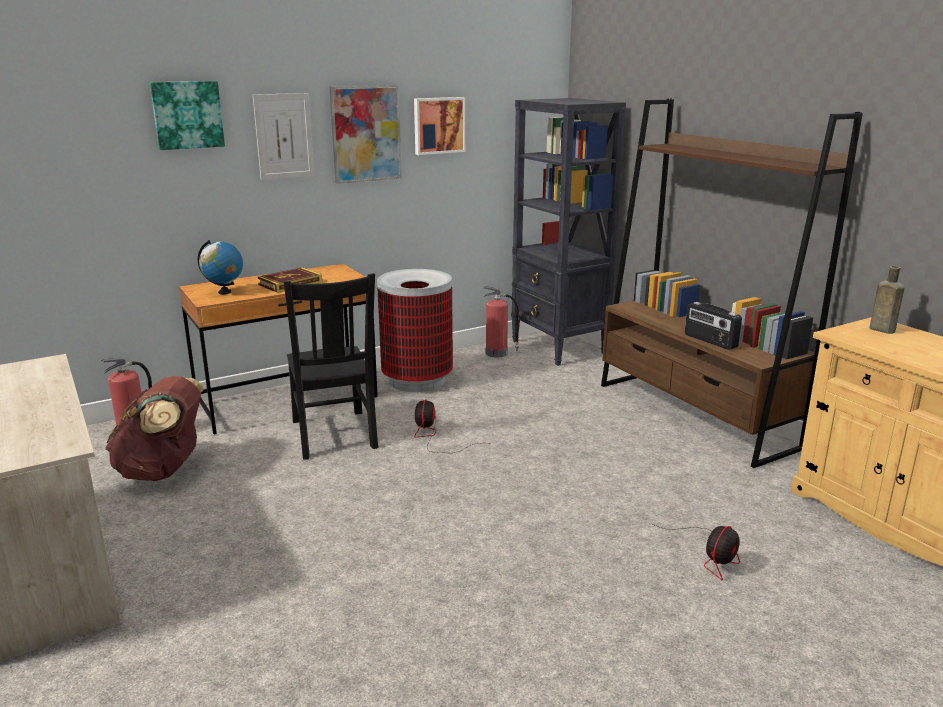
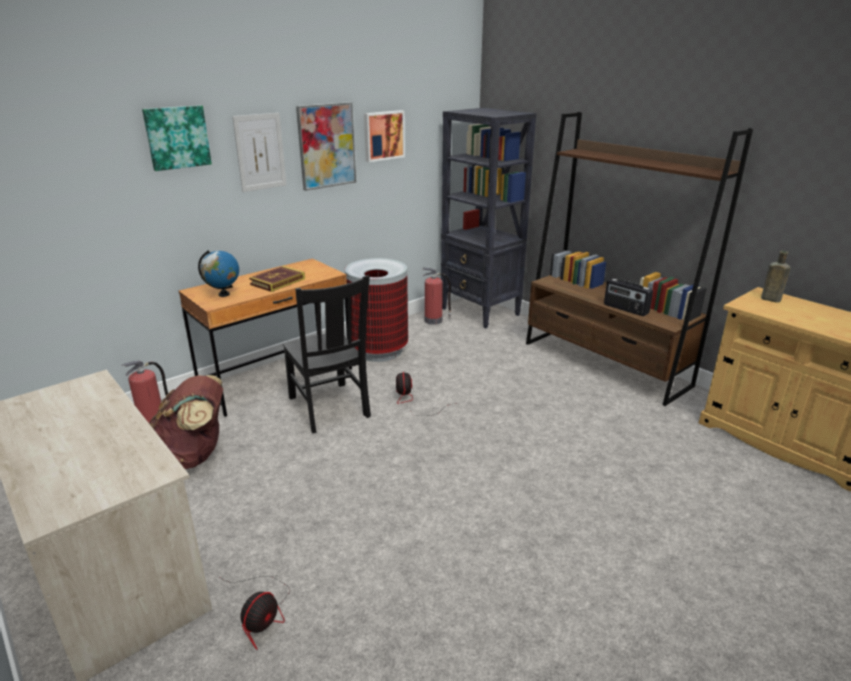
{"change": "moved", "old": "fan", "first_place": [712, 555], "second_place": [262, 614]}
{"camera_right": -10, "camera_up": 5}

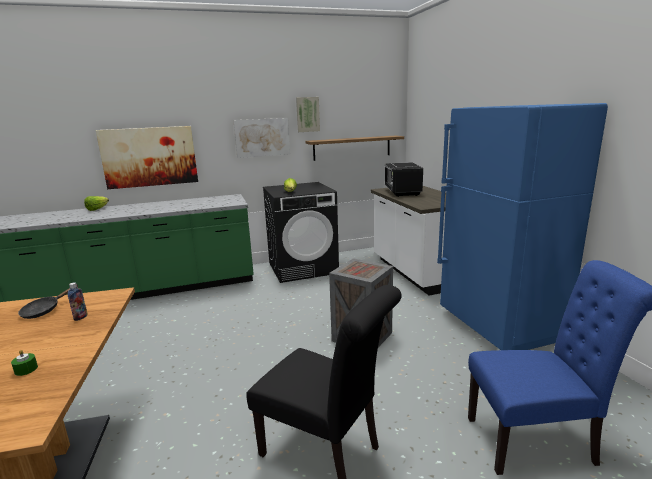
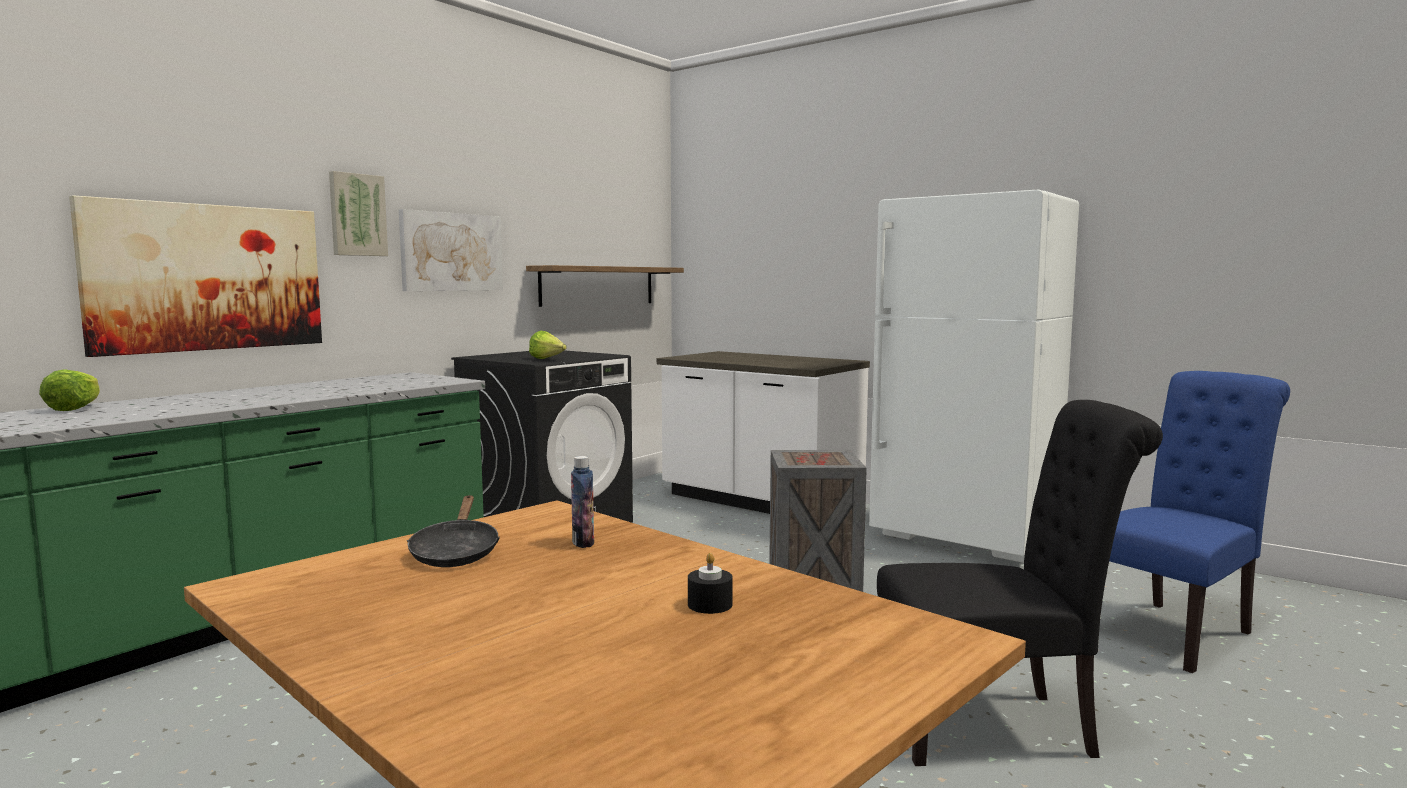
{"change": "moved", "old": "picture", "first_place": [307, 114], "second_place": [357, 215]}
{"change": "recoloured", "old": "blue fridge", "new": "white fridge", "first_place": [498, 326], "second_place": [964, 539]}
{"change": "removed", "old": "black microwave", "first_place": [402, 192]}
{"change": "recoloured", "old": "green candle", "new": "black candle", "first_place": [26, 369], "second_place": [710, 604]}
{"camera_right": -35, "camera_up": -10}

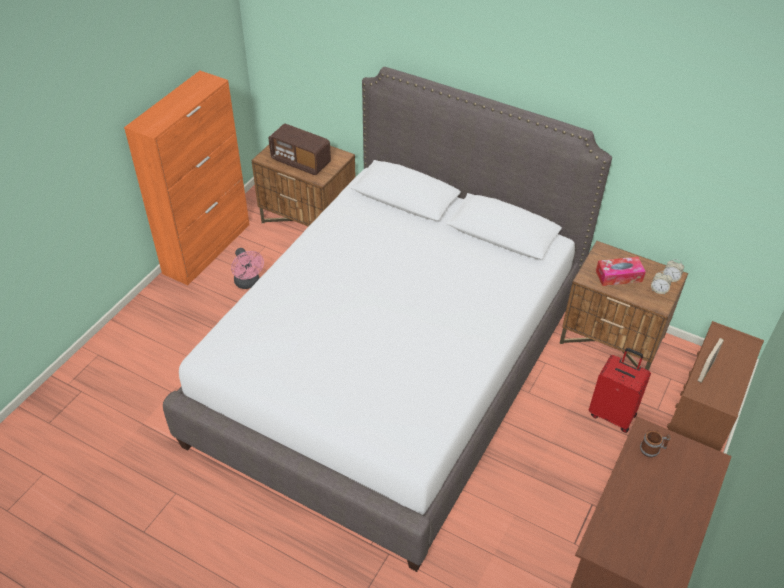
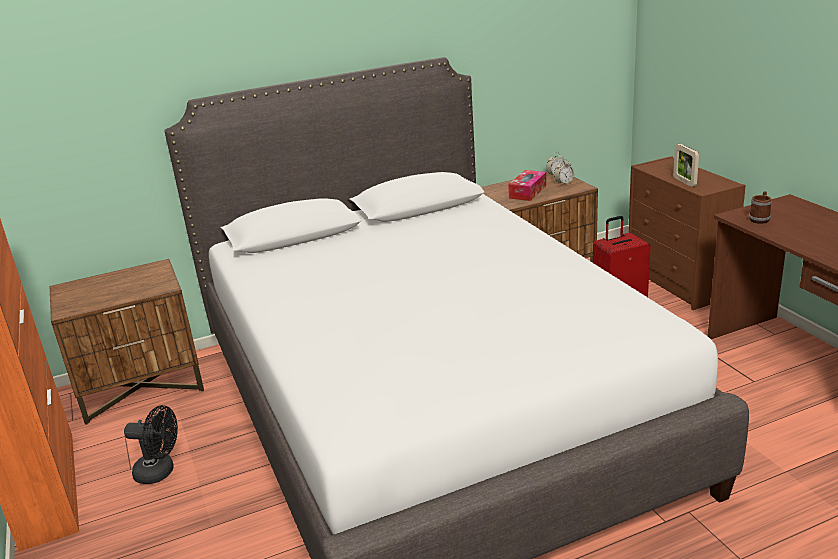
{"change": "removed", "old": "radio", "first_place": [301, 162]}
{"change": "recoloured", "old": "pink fan", "new": "black fan", "first_place": [248, 283], "second_place": [160, 472]}
{"camera_right": -50, "camera_up": -20}

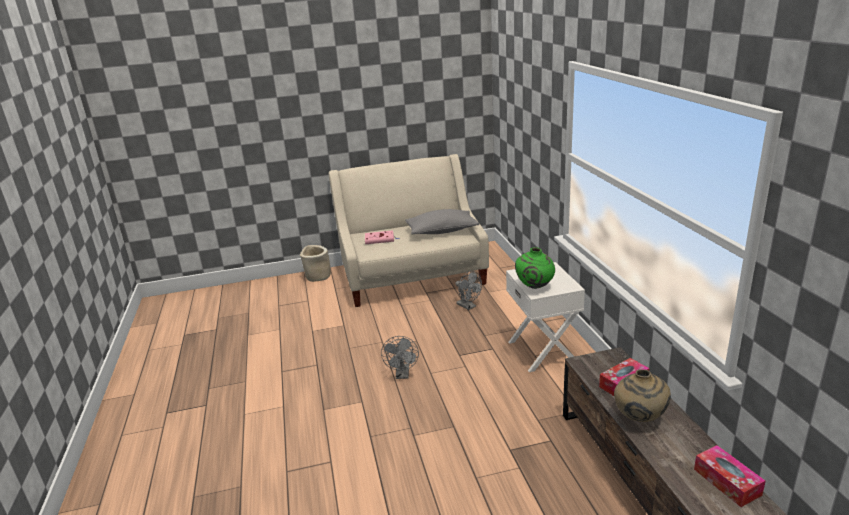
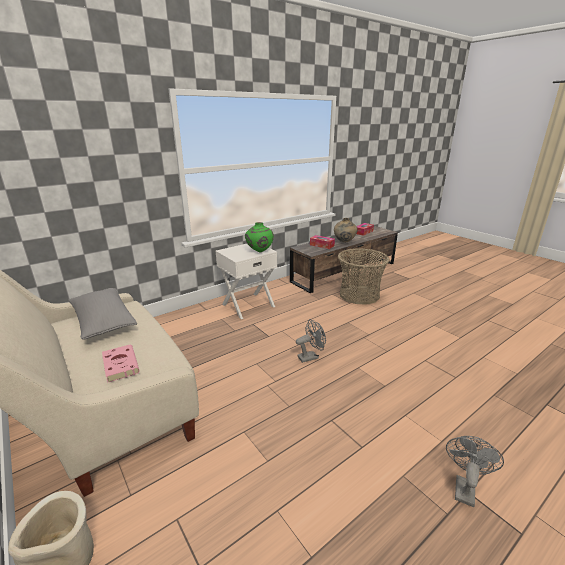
{"change": "moved", "old": "grey fan", "first_place": [468, 306], "second_place": [464, 486]}
{"change": "added", "new": "basket", "second_place": [359, 295]}
{"camera_right": -115, "camera_up": 0}

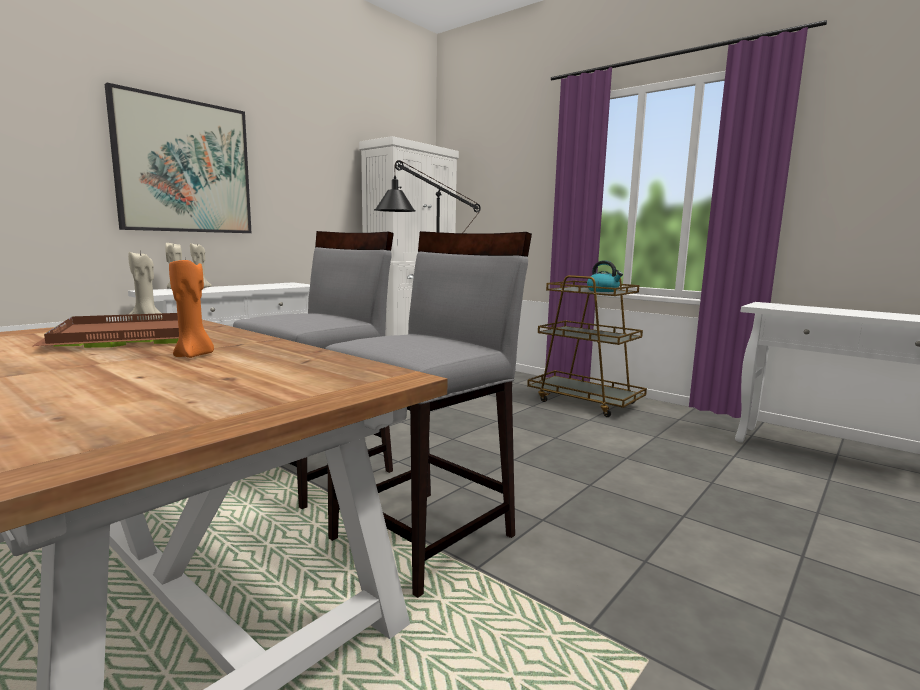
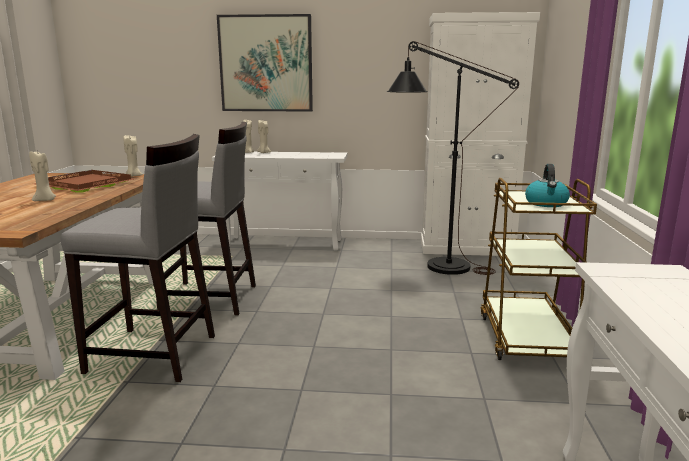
{"change": "recoloured", "old": "orange candle", "new": "beige candle", "first_place": [194, 356], "second_place": [45, 200]}
{"camera_right": 55, "camera_up": 5}

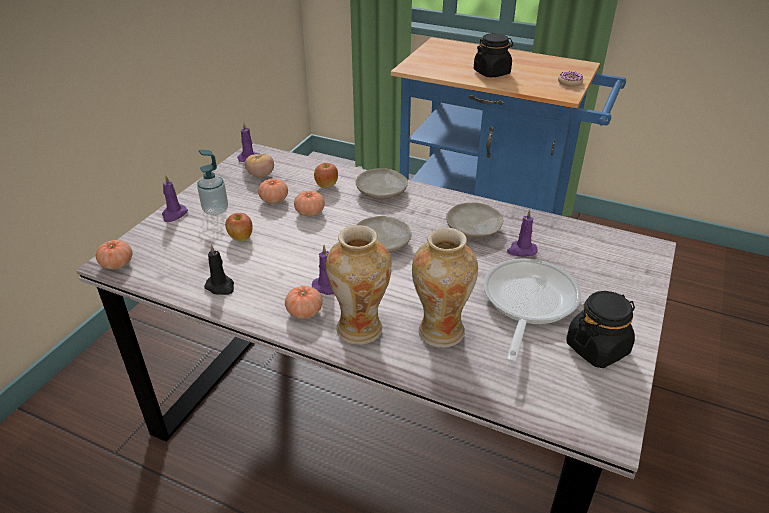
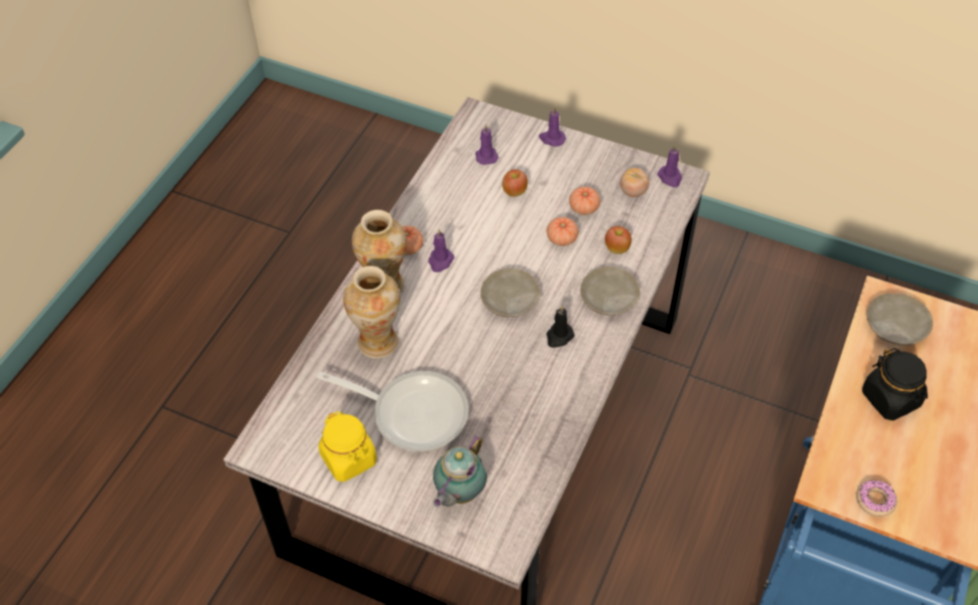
{"change": "removed", "old": "soap dispenser", "first_place": [215, 210]}
{"change": "moved", "old": "beige plate", "first_place": [473, 228], "second_place": [895, 326]}
{"change": "moved", "old": "purple candle", "first_place": [521, 250], "second_place": [486, 156]}
{"change": "removed", "old": "tomato", "first_place": [117, 264]}
{"change": "moved", "old": "black candle", "first_place": [221, 287], "second_place": [559, 336]}
{"change": "recoloured", "old": "black jar", "new": "yellow jar", "first_place": [597, 348], "second_place": [349, 459]}
{"change": "added", "new": "teapot", "second_place": [459, 493]}
{"camera_right": 90, "camera_up": 15}

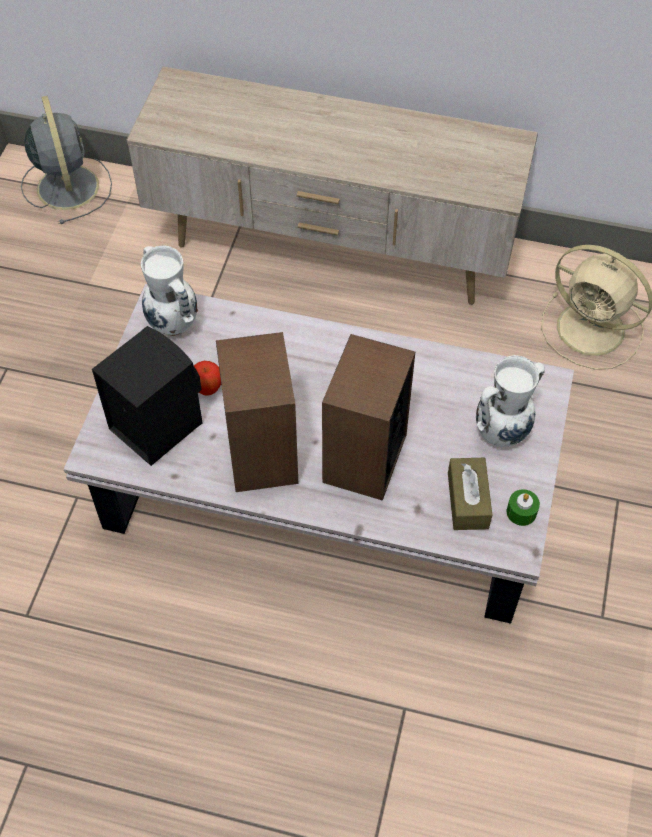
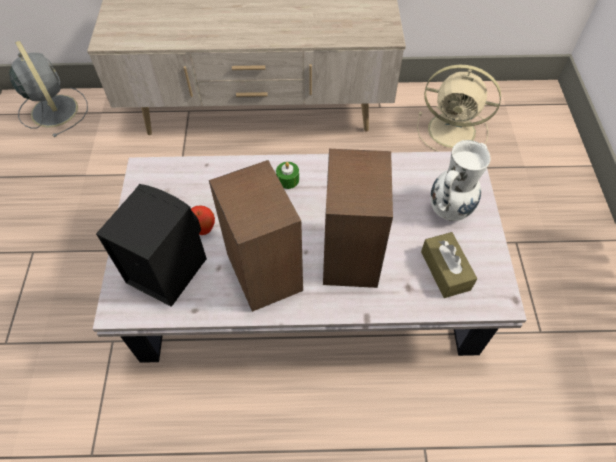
{"change": "removed", "old": "white vase", "first_place": [173, 325]}
{"change": "moved", "old": "green candle", "first_place": [521, 512], "second_place": [288, 180]}
{"camera_right": -15, "camera_up": 0}

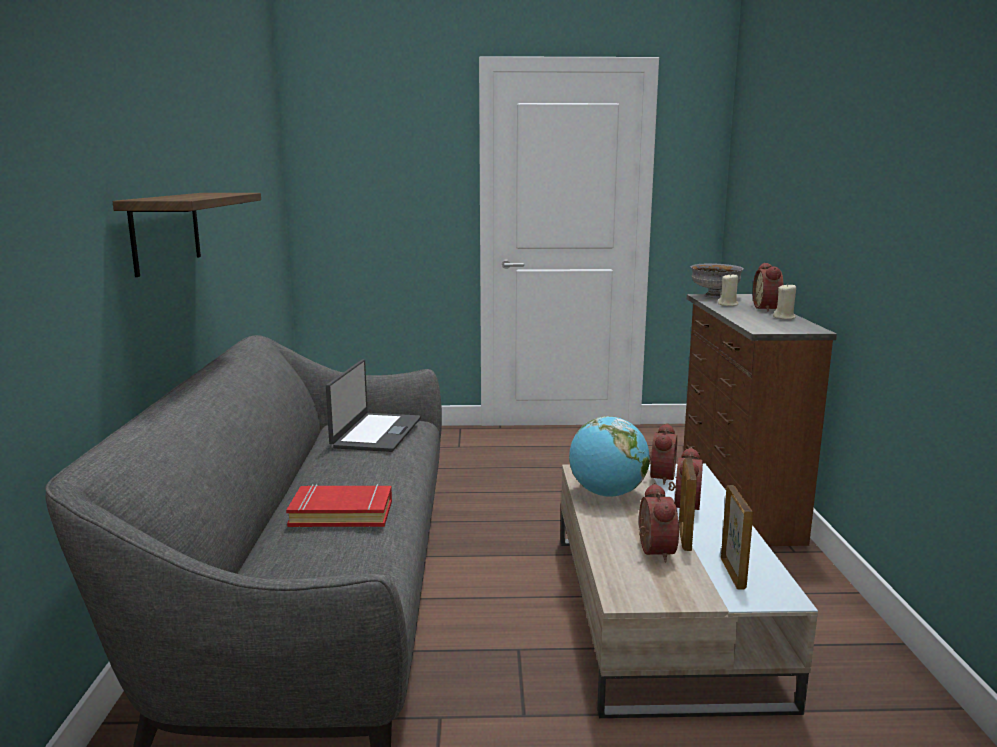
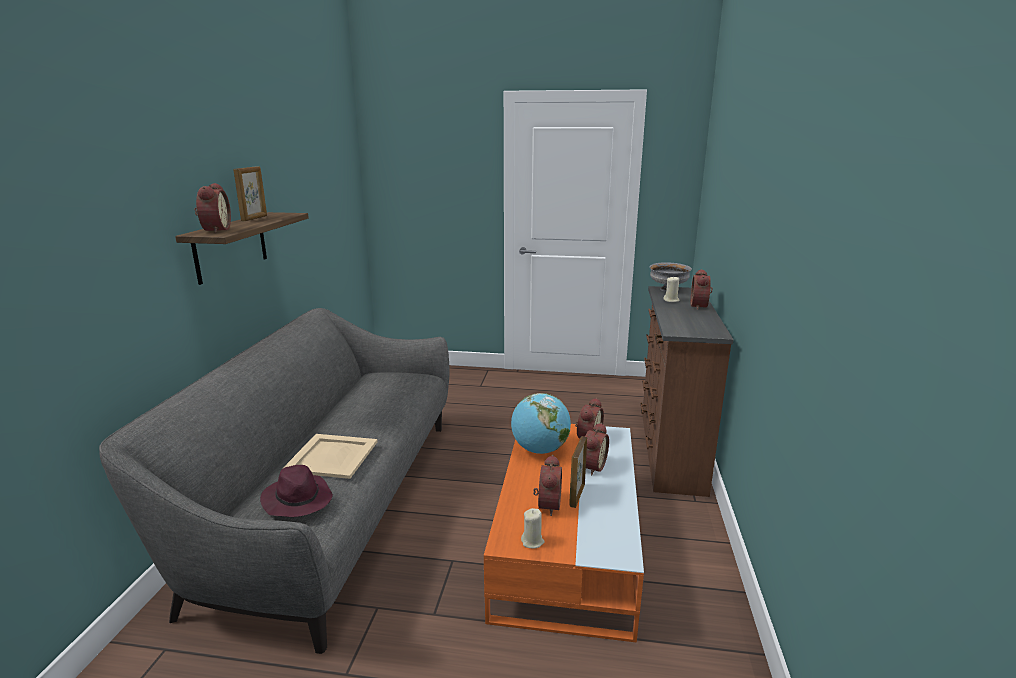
{"change": "moved", "old": "beige candle", "first_place": [784, 318], "second_place": [532, 541]}
{"change": "removed", "old": "laptop", "first_place": [375, 433]}
{"change": "recoloured", "old": "beige coffee table", "new": "orange coffee table", "first_place": [659, 612], "second_place": [567, 542]}
{"change": "replaced", "old": "red book", "new": "beige tray", "first_place": [342, 513], "second_place": [331, 456]}
{"change": "moved", "old": "picture frame", "first_place": [733, 573], "second_place": [255, 218]}
{"change": "added", "new": "alarm clock", "second_place": [214, 230]}
{"change": "added", "new": "purple hat", "second_place": [297, 500]}
{"camera_right": 10, "camera_up": 5}

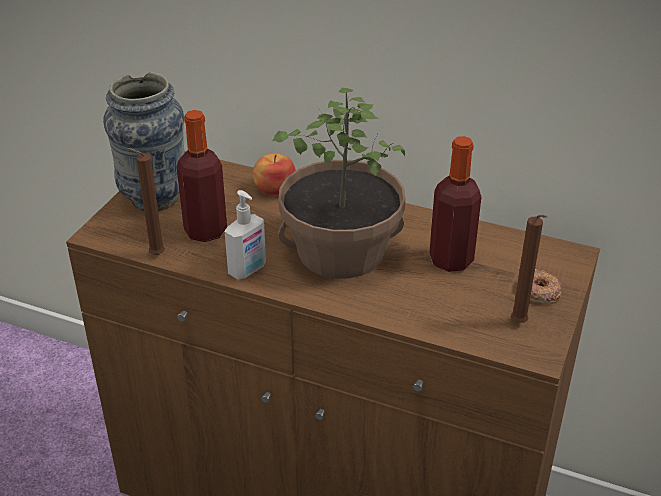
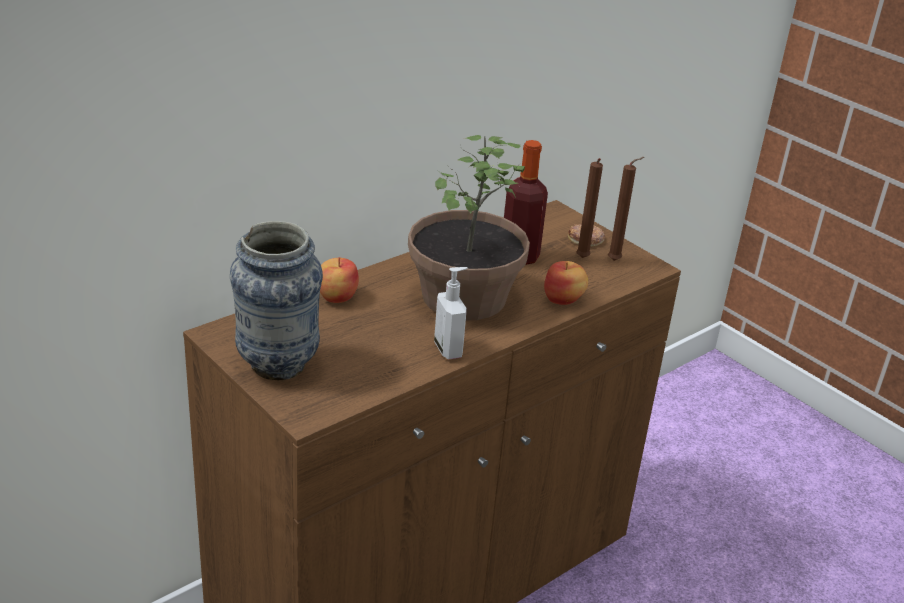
{"change": "removed", "old": "bottle", "first_place": [205, 231]}
{"change": "moved", "old": "brown candle", "first_place": [154, 255], "second_place": [582, 259]}
{"change": "added", "new": "apple", "second_place": [563, 299]}
{"camera_right": -65, "camera_up": -5}

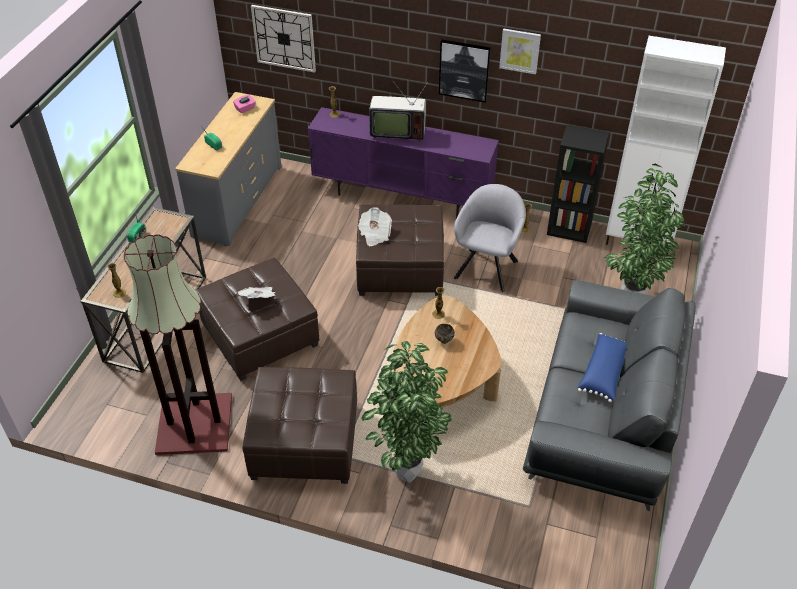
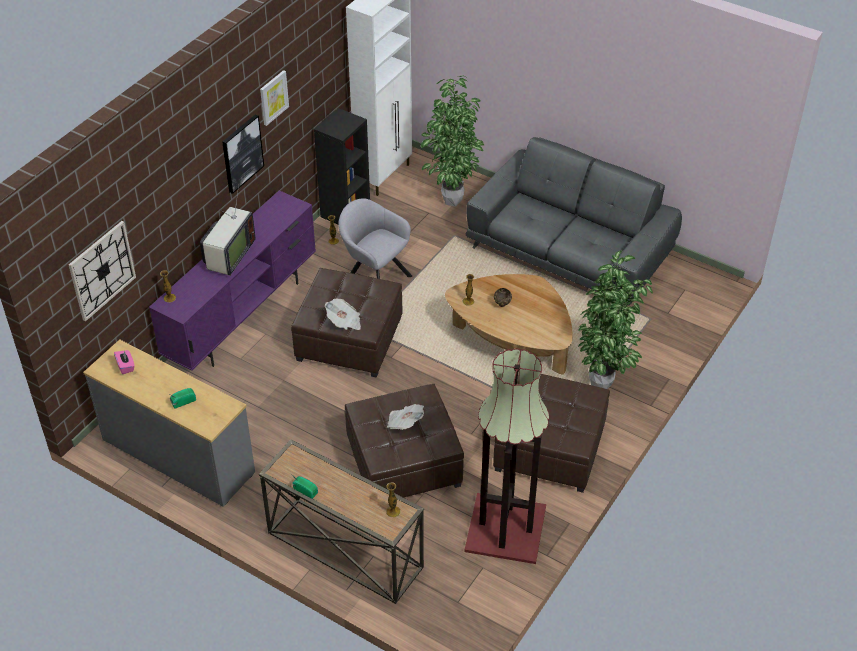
{"change": "removed", "old": "blue pillow", "first_place": [604, 373]}
{"camera_right": -75, "camera_up": 0}

